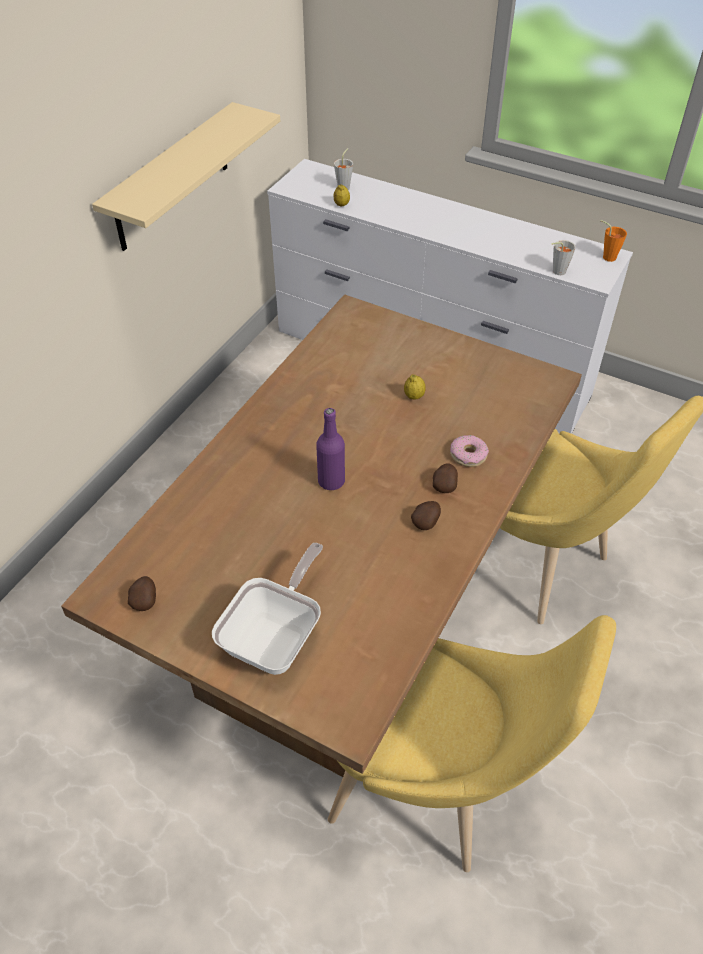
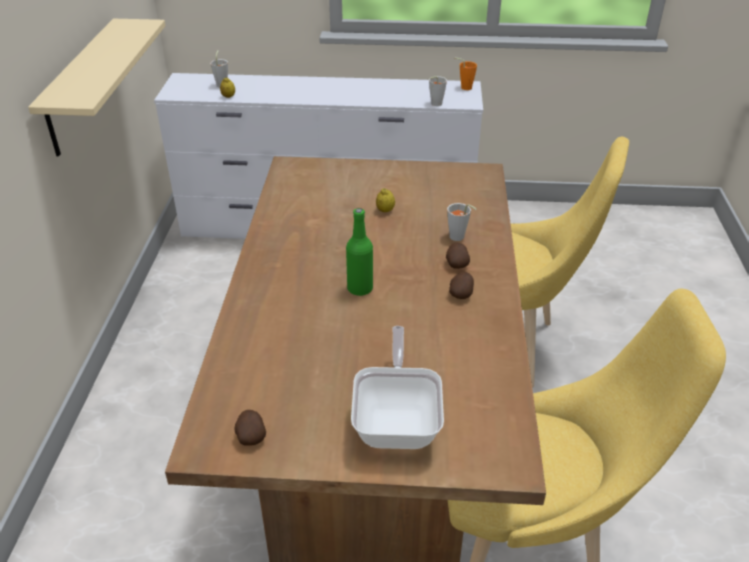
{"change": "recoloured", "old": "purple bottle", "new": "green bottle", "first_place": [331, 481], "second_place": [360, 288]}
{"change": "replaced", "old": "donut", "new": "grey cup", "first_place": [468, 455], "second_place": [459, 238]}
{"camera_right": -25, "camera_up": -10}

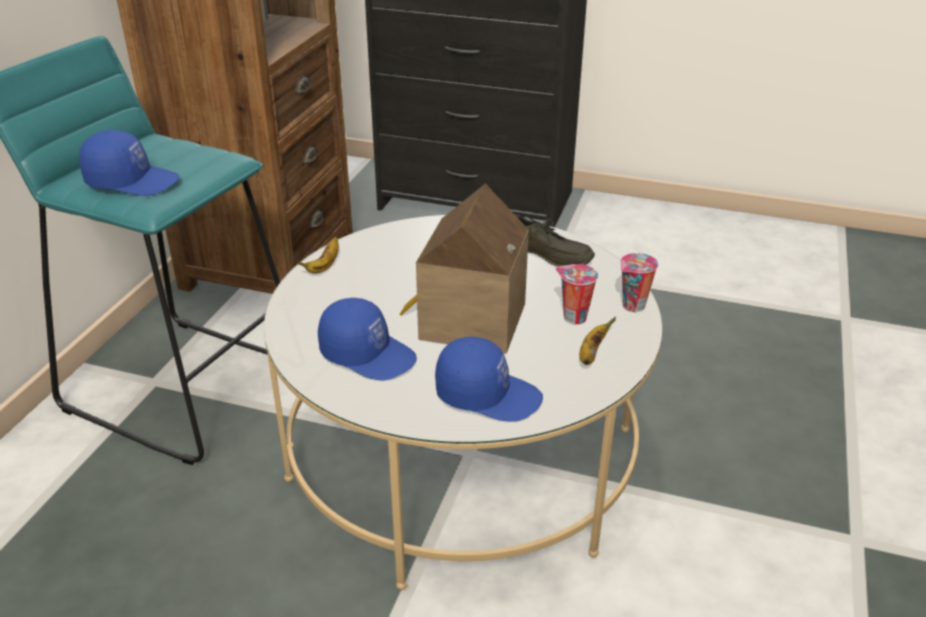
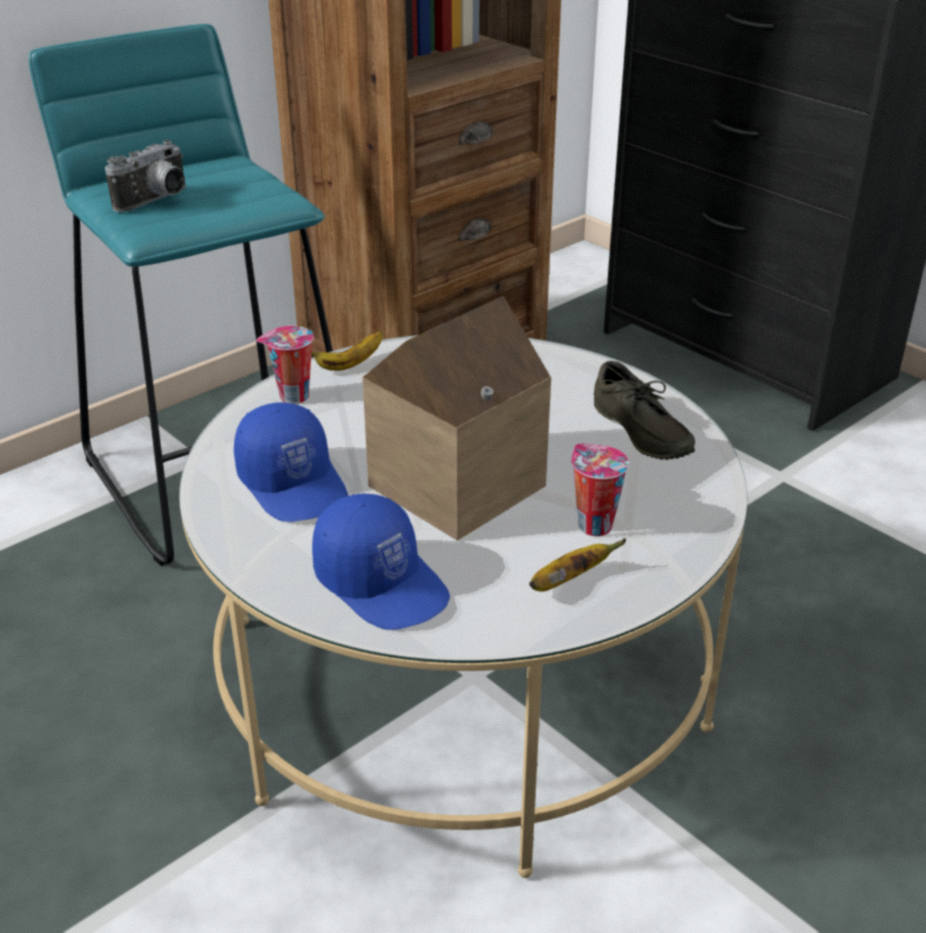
{"change": "replaced", "old": "blue cap", "new": "photo camera", "first_place": [133, 181], "second_place": [157, 201]}
{"change": "moved", "old": "cup", "first_place": [633, 307], "second_place": [292, 397]}
{"camera_right": 30, "camera_up": 0}

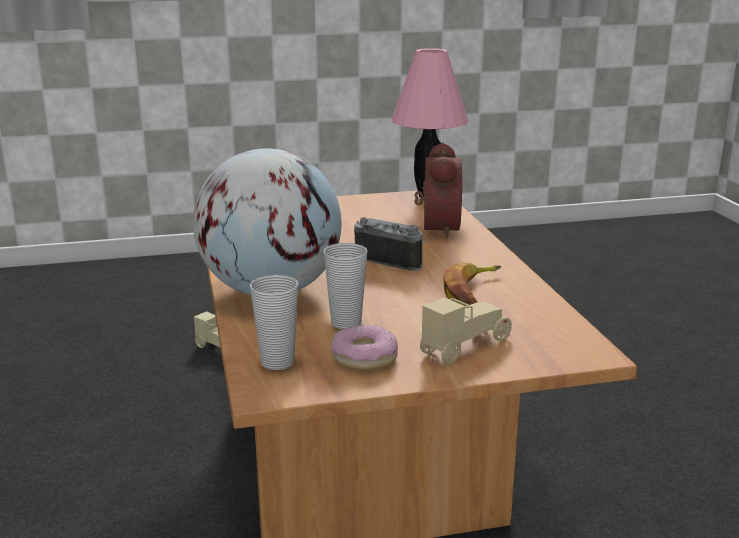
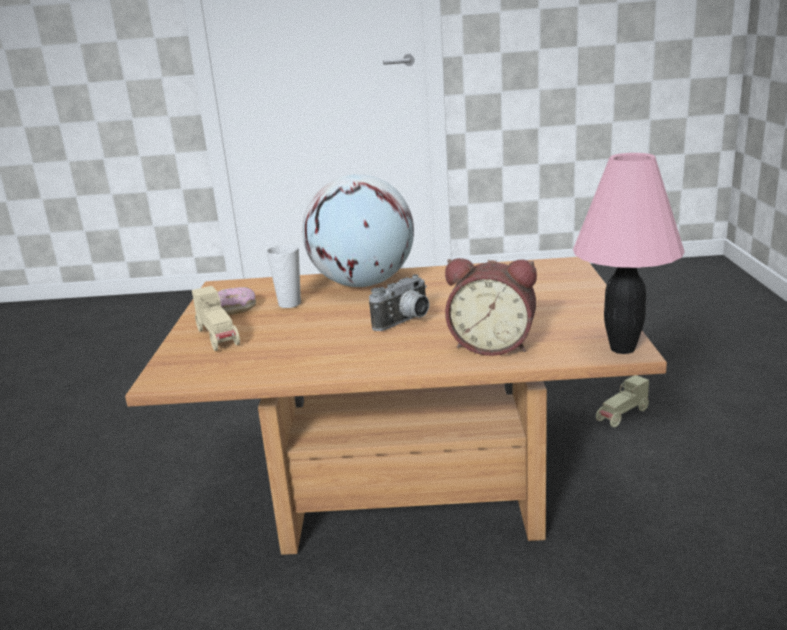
{"change": "removed", "old": "banana", "first_place": [473, 293]}
{"change": "removed", "old": "cup", "first_place": [277, 362]}
{"camera_right": 105, "camera_up": 0}

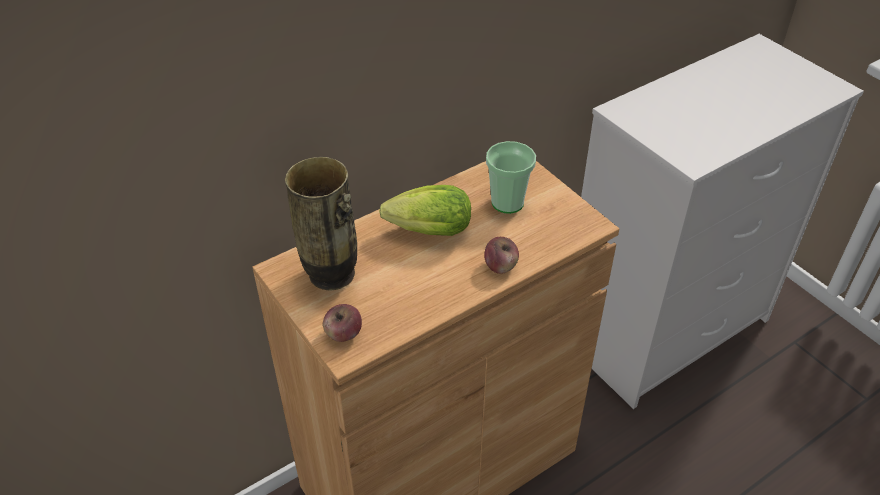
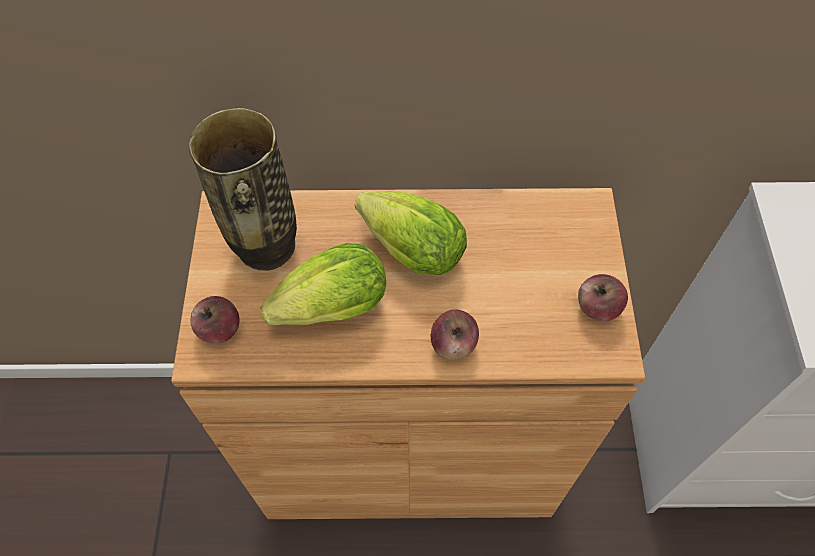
{"change": "removed", "old": "cup", "first_place": [507, 202]}
{"change": "added", "new": "lettuce", "second_place": [326, 310]}
{"change": "added", "new": "apple", "second_place": [597, 307]}
{"camera_right": 35, "camera_up": 15}

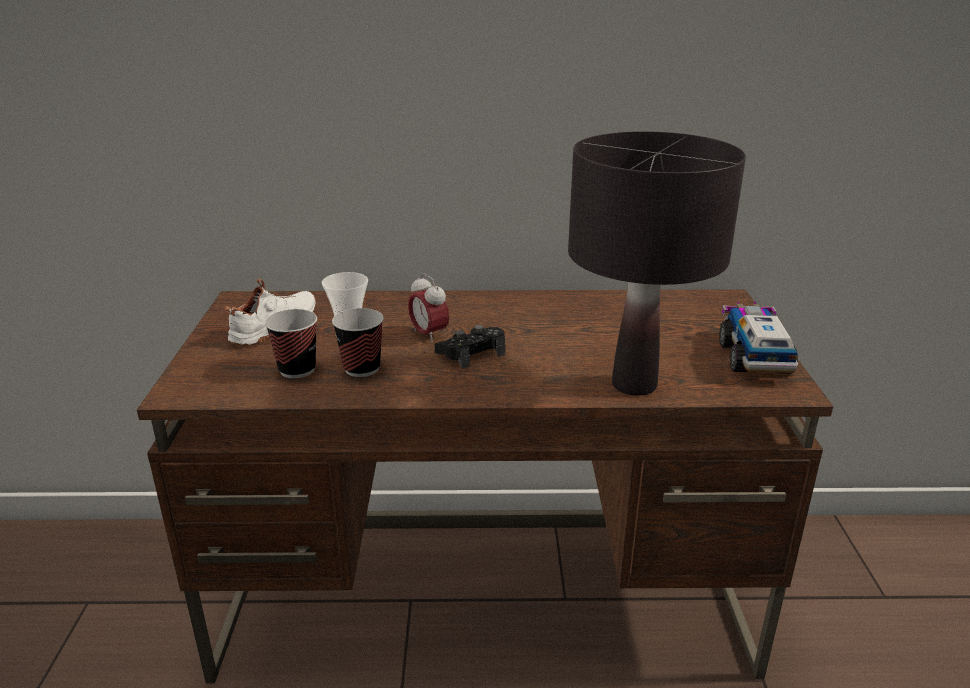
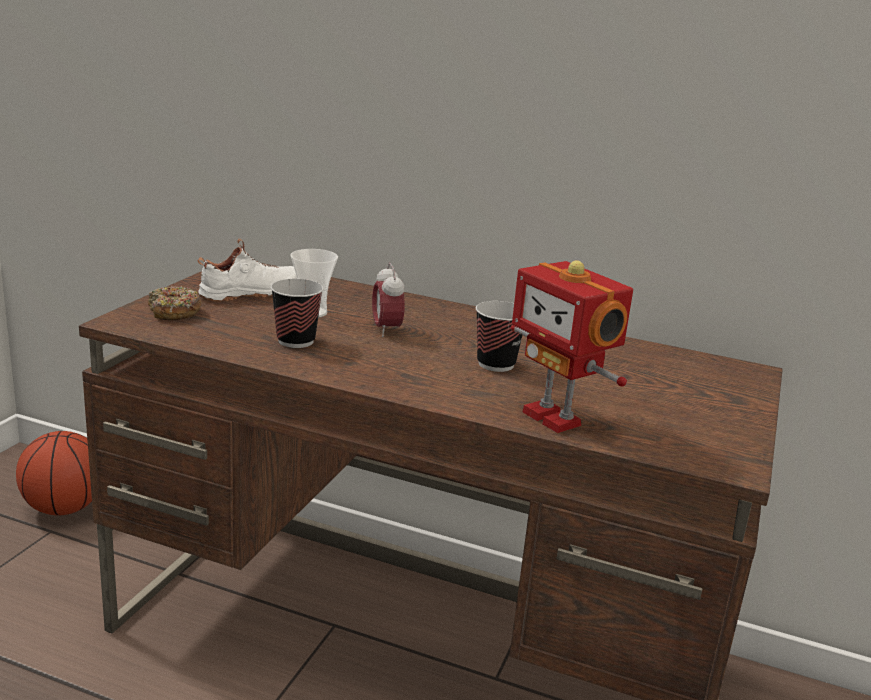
{"change": "replaced", "old": "black table lamp", "new": "toy robot", "first_place": [634, 384], "second_place": [554, 418]}
{"change": "removed", "old": "toy truck", "first_place": [754, 356]}
{"change": "moved", "old": "cup", "first_place": [297, 370], "second_place": [496, 364]}
{"change": "removed", "old": "black game controller", "first_place": [471, 353]}
{"change": "added", "new": "donut", "second_place": [174, 312]}
{"change": "added", "new": "basketball", "second_place": [63, 508]}
{"camera_right": 20, "camera_up": -5}

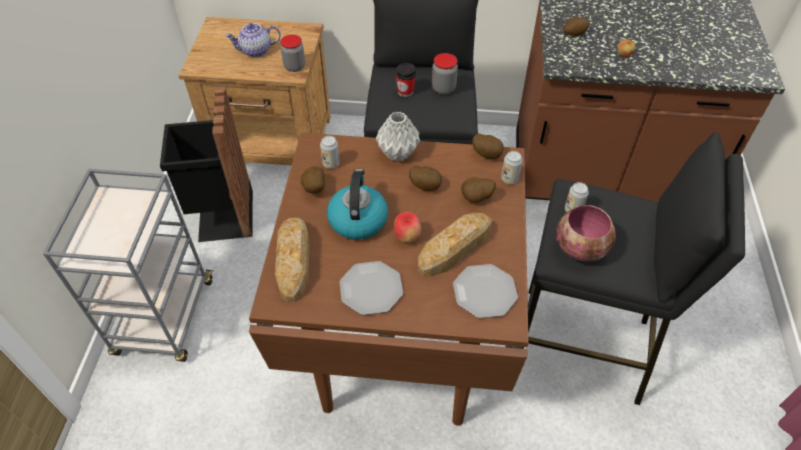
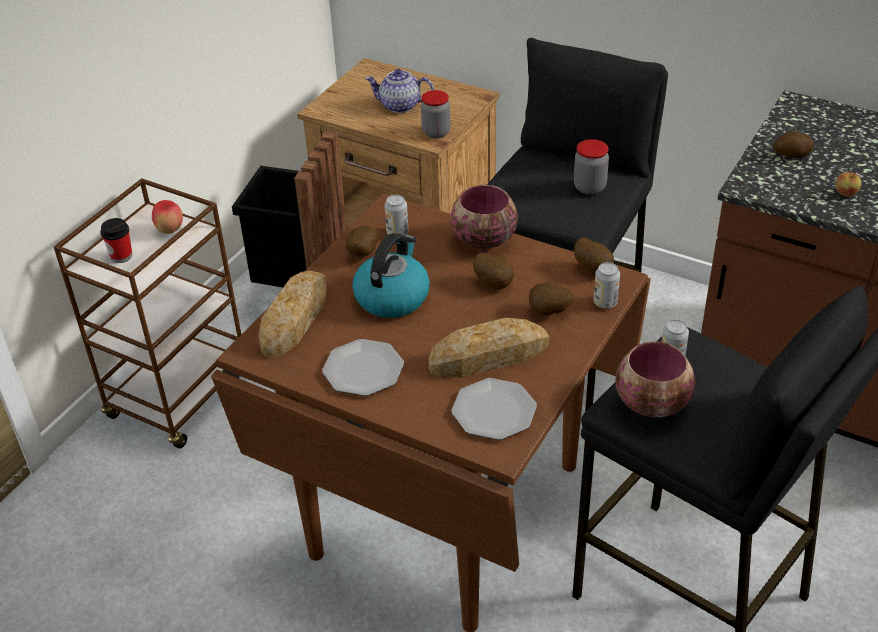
{"change": "moved", "old": "cup", "first_place": [405, 91], "second_place": [121, 256]}
{"change": "replaced", "old": "grey vase", "new": "bowl", "first_place": [397, 153], "second_place": [482, 241]}
{"change": "recoloured", "old": "grey cart", "new": "brown cart", "first_place": [165, 319], "second_place": [181, 397]}
{"change": "moved", "old": "apple", "first_place": [407, 237], "second_place": [170, 230]}
{"camera_right": 25, "camera_up": -10}

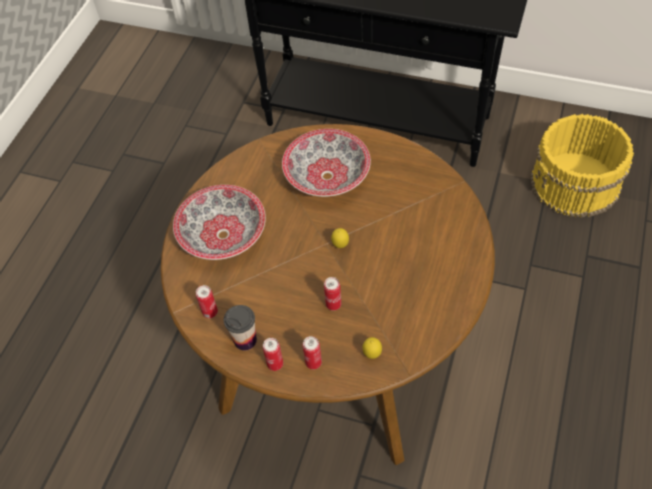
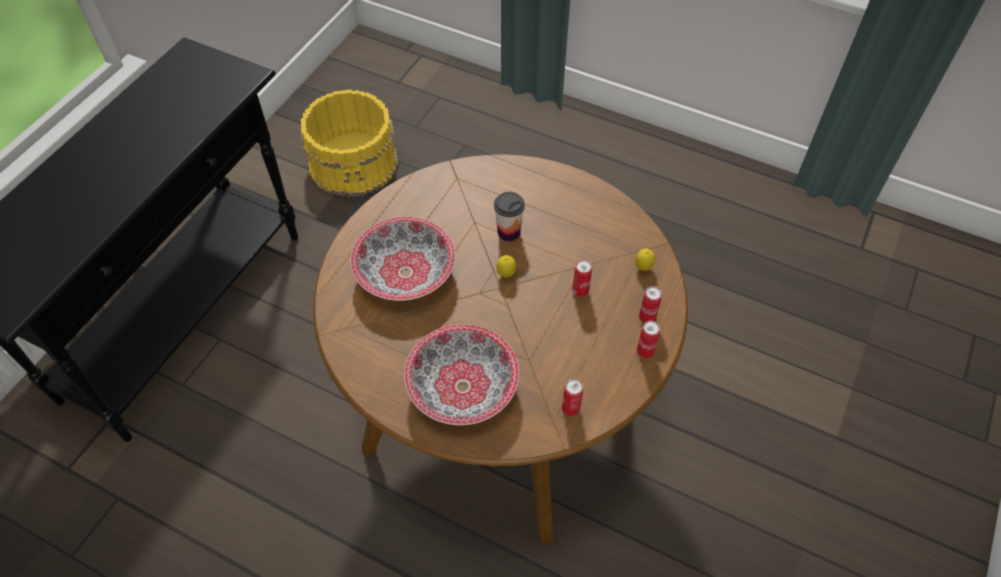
{"change": "moved", "old": "cup", "first_place": [245, 340], "second_place": [508, 232]}
{"camera_right": -85, "camera_up": 0}

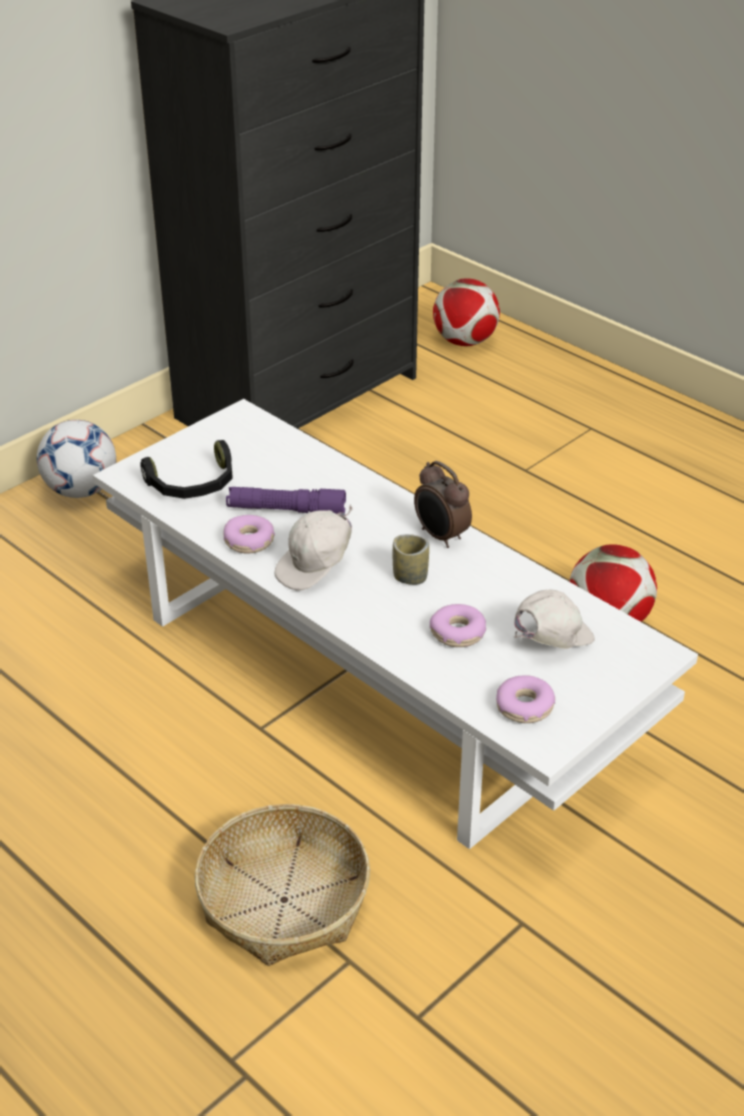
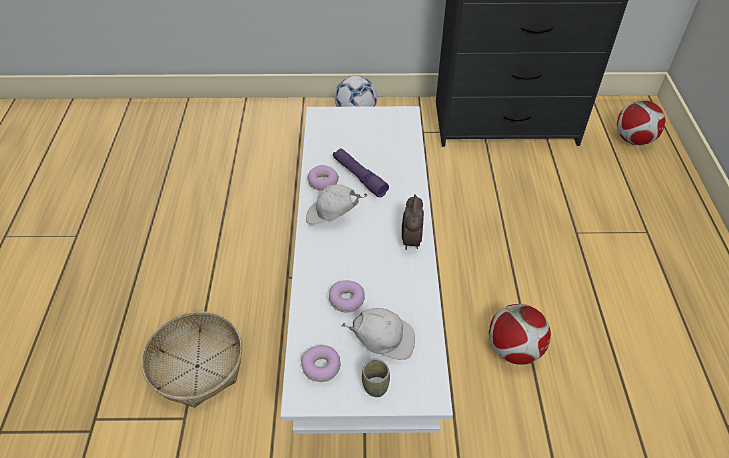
{"change": "removed", "old": "black headphones", "first_place": [193, 485]}
{"change": "moved", "old": "cup", "first_place": [410, 577], "second_place": [375, 386]}
{"camera_right": 45, "camera_up": 10}

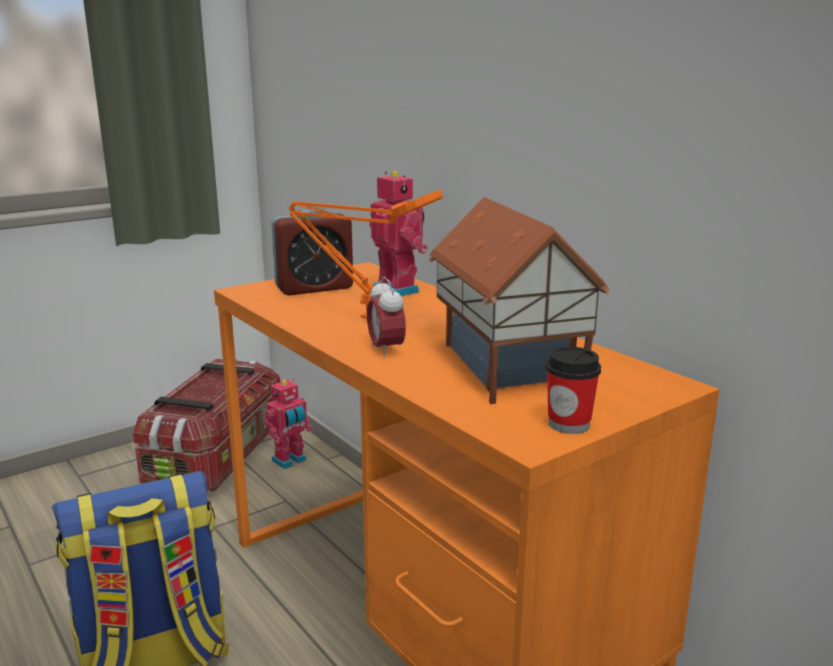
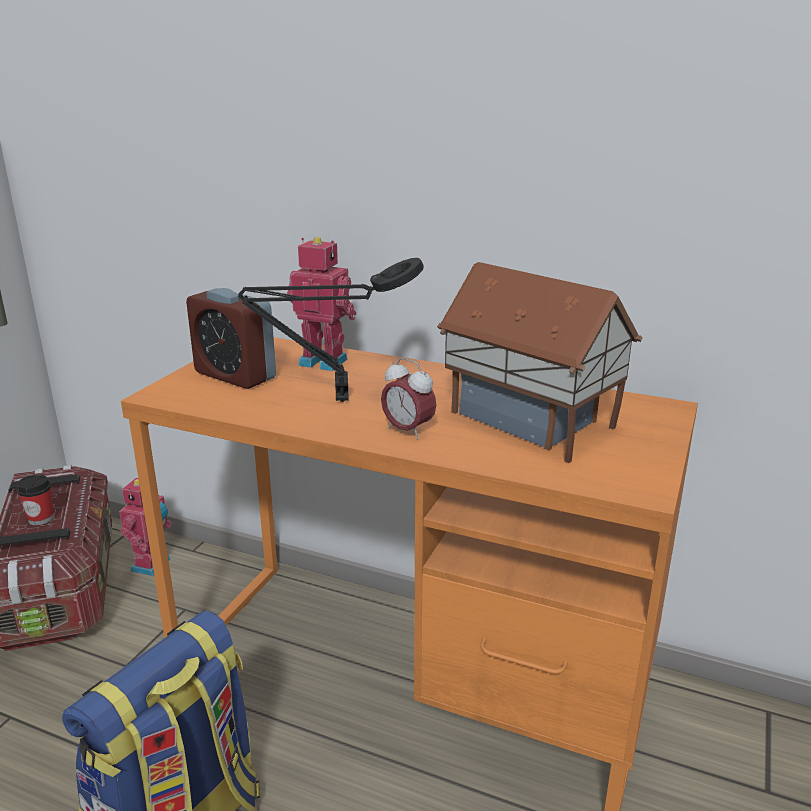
{"change": "recoloured", "old": "orange table lamp", "new": "black table lamp", "first_place": [364, 317], "second_place": [336, 399]}
{"change": "turned", "old": "alarm clock", "first_place": [314, 288], "second_place": [235, 375], "degrees": 90}
{"change": "moved", "old": "cup", "first_place": [569, 424], "second_place": [41, 518]}
{"camera_right": -30, "camera_up": 5}

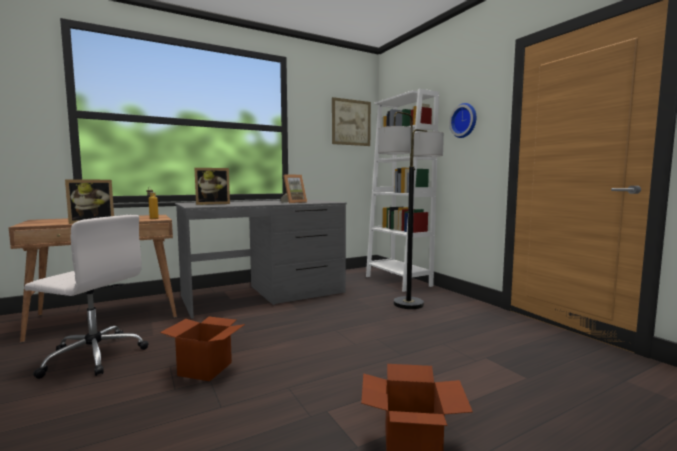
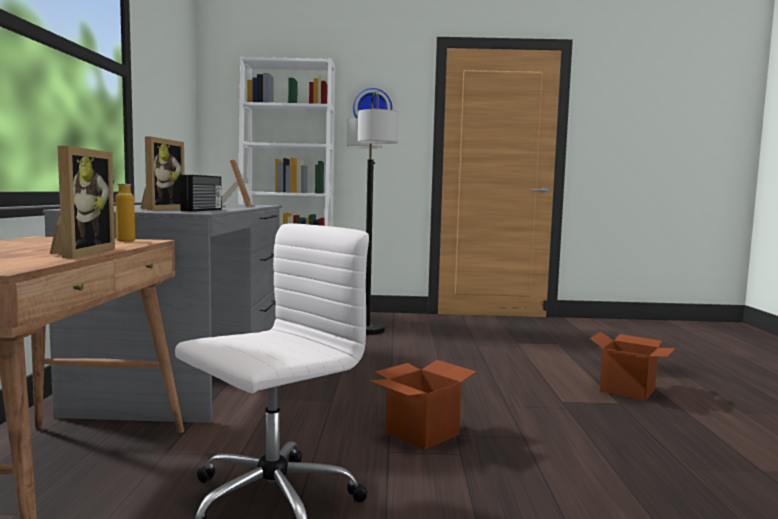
{"change": "removed", "old": "picture", "first_place": [351, 122]}
{"change": "added", "new": "radio", "second_place": [203, 210]}
{"camera_right": -60, "camera_up": 0}

